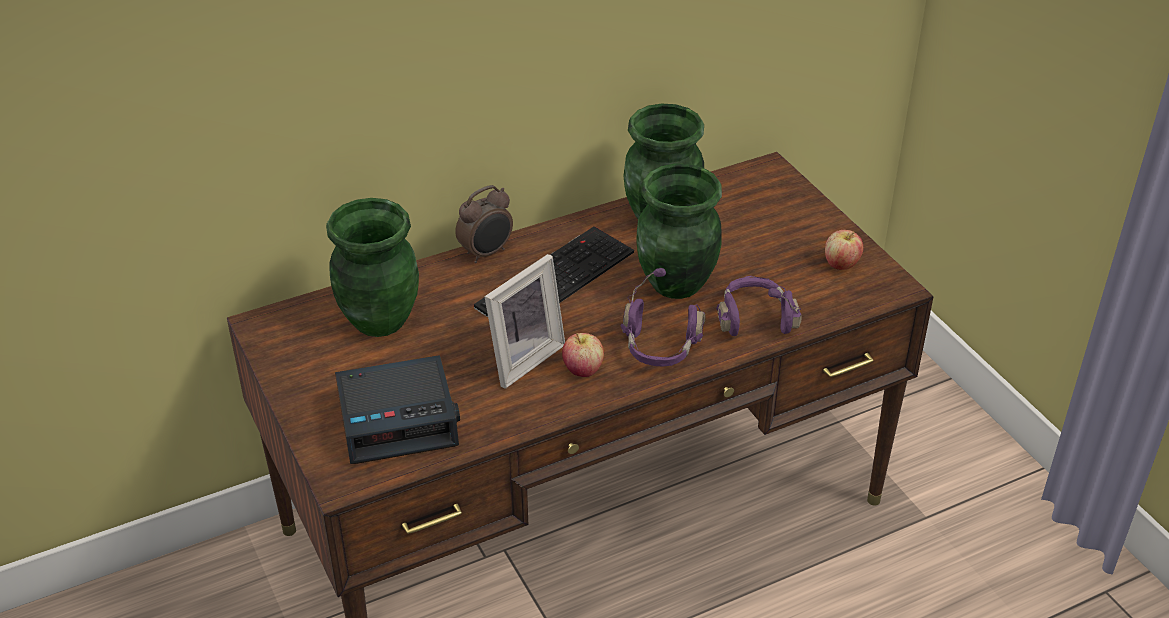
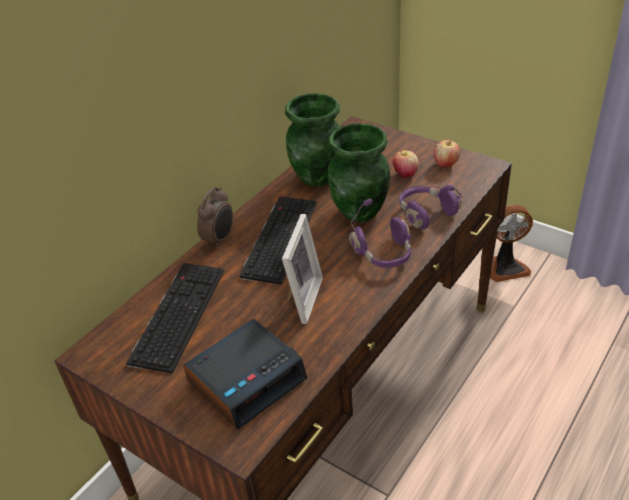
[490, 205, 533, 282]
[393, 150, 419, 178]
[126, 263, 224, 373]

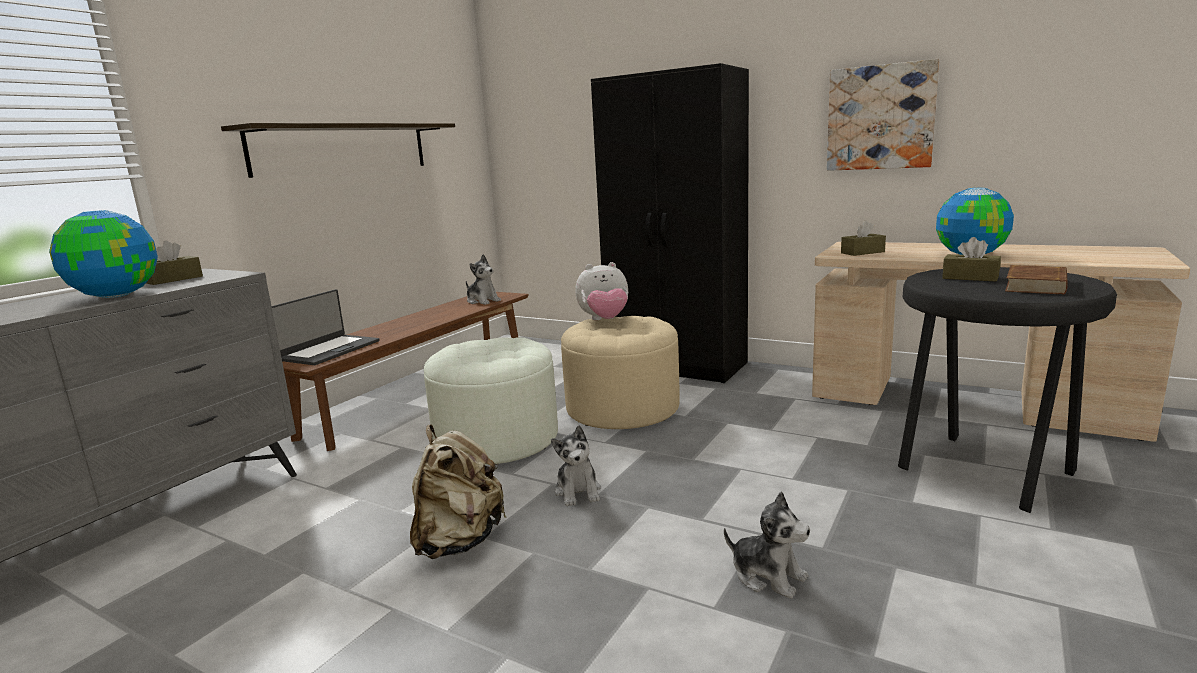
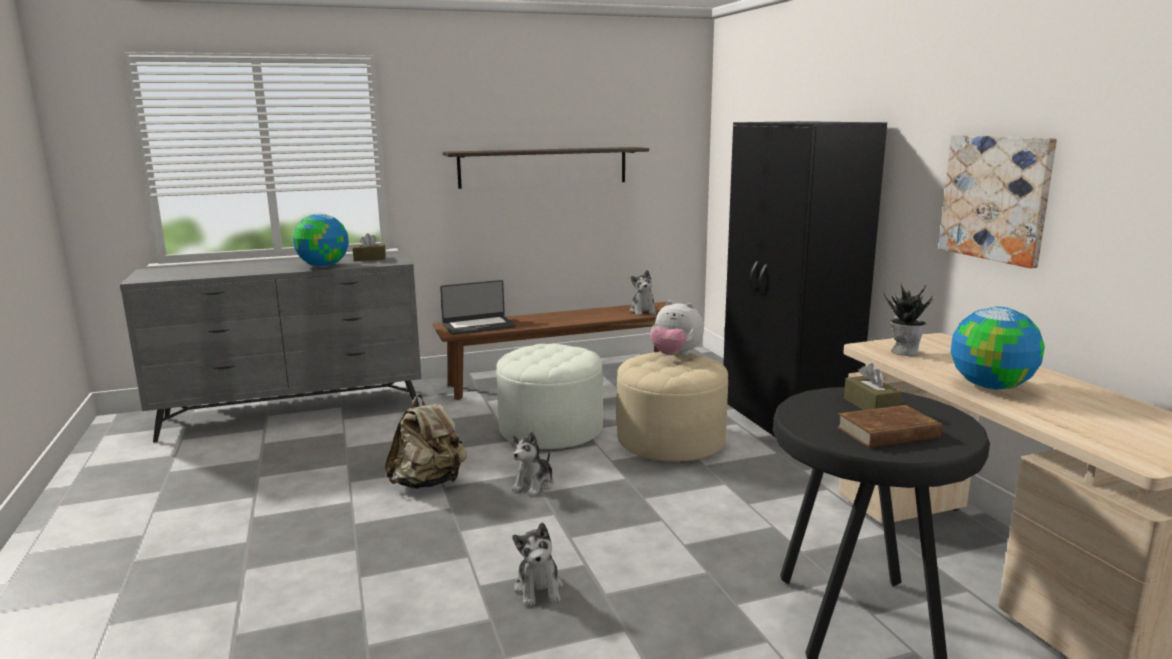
[884, 283, 933, 356]

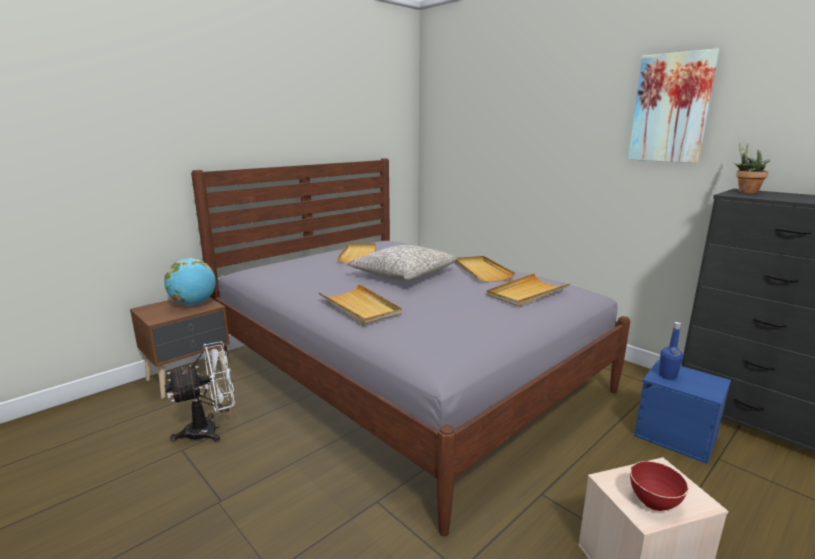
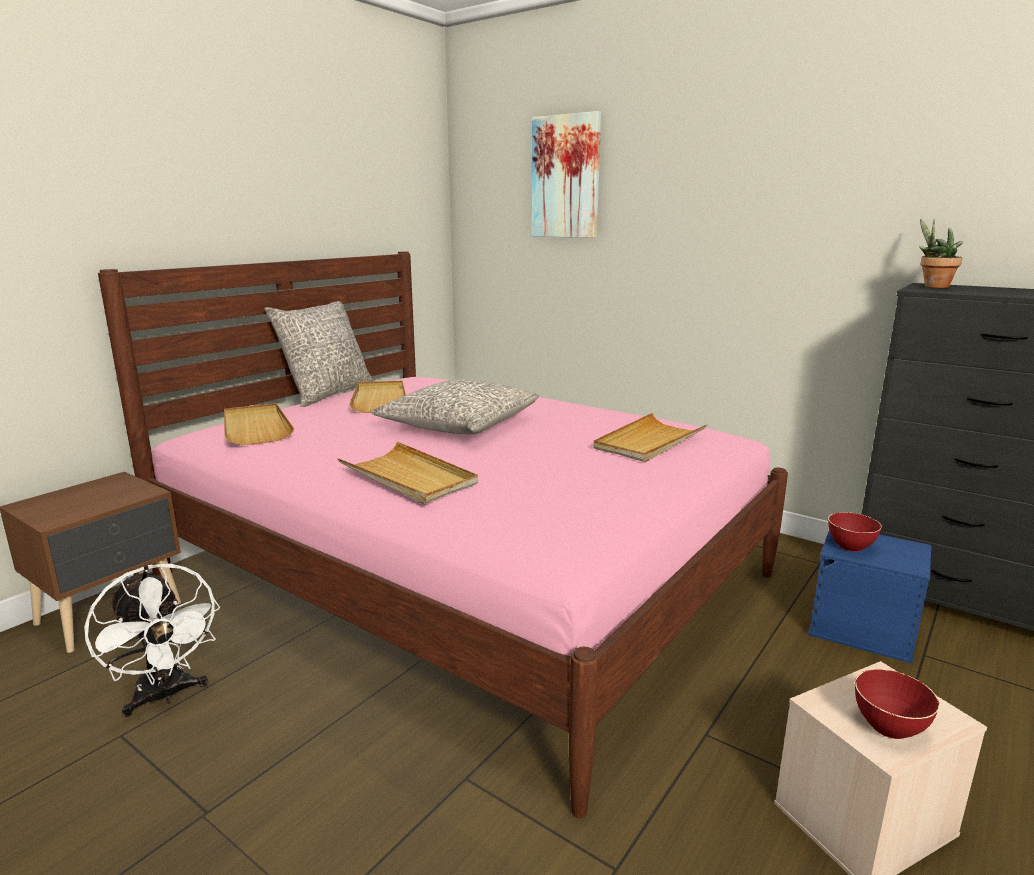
[164, 258, 216, 306] (first image)
[265, 301, 373, 407]
[224, 403, 294, 445]
[531, 111, 601, 238]
[828, 512, 882, 552]
[98, 251, 788, 818]
[84, 564, 220, 717]

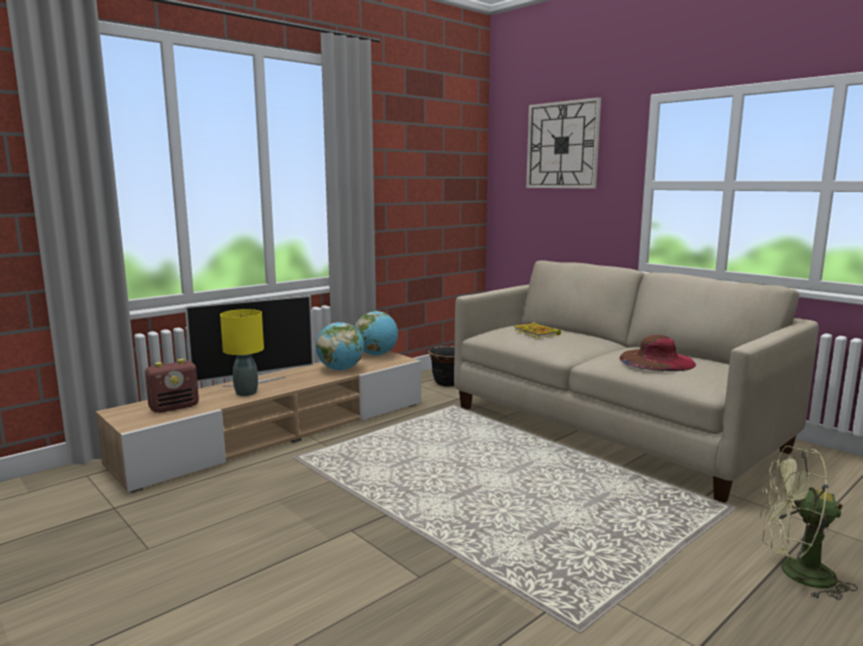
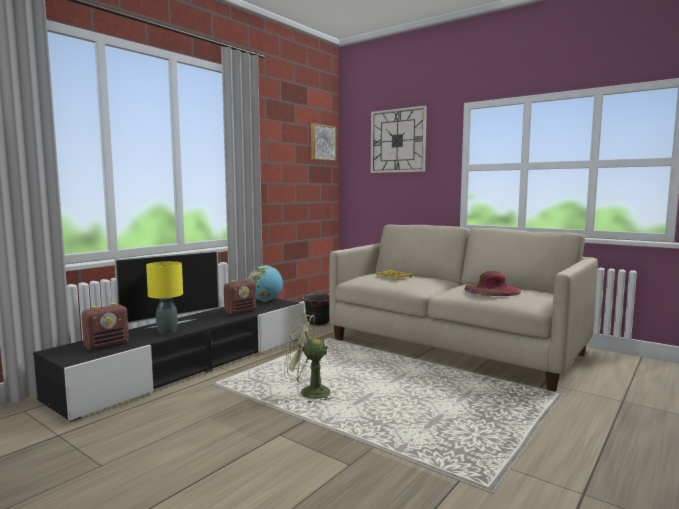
[311, 123, 336, 161]
[284, 314, 334, 403]
[224, 279, 256, 315]
[33, 298, 303, 422]

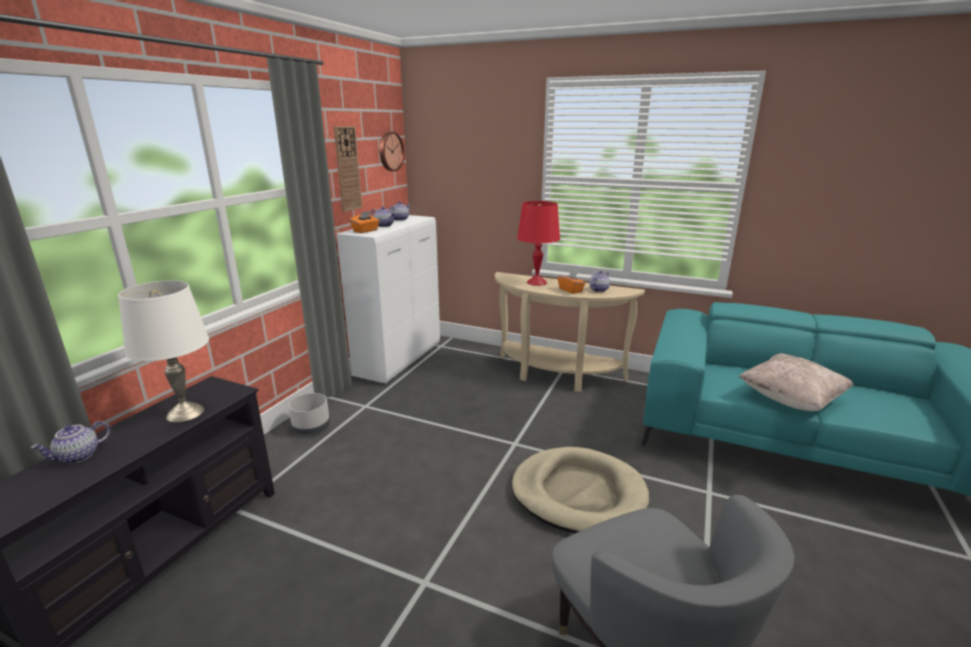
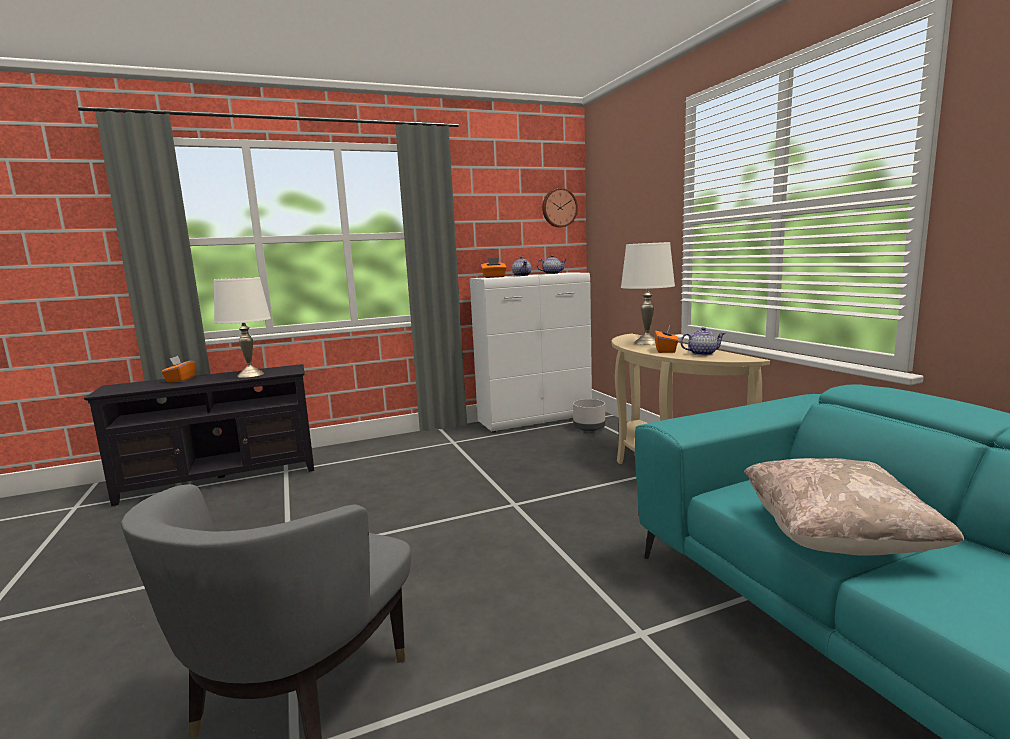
[334, 126, 362, 212] (first image)
[512, 447, 649, 533] (first image)
[573, 399, 605, 431]
[161, 356, 195, 382]
[621, 242, 675, 345]

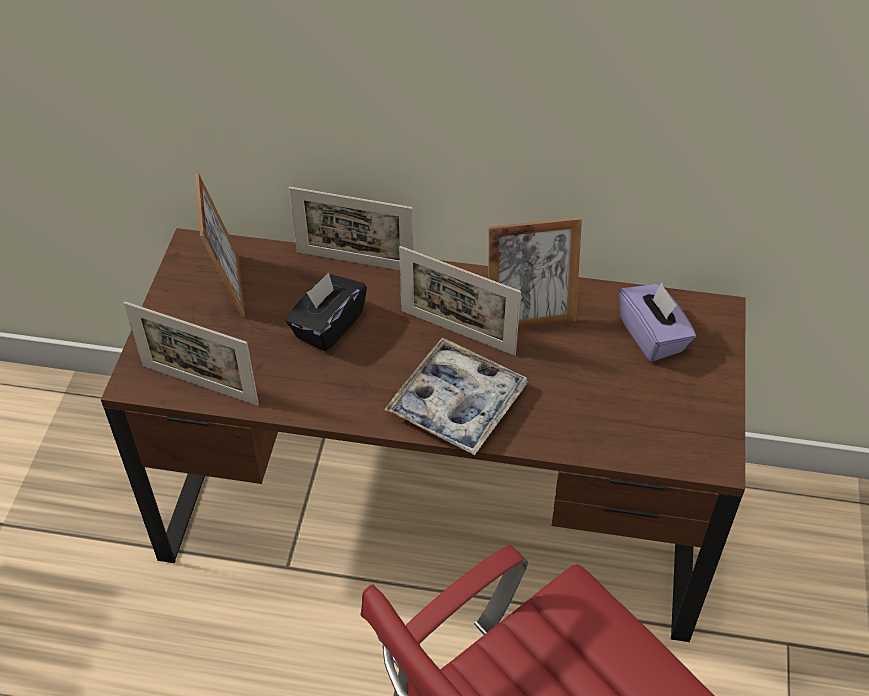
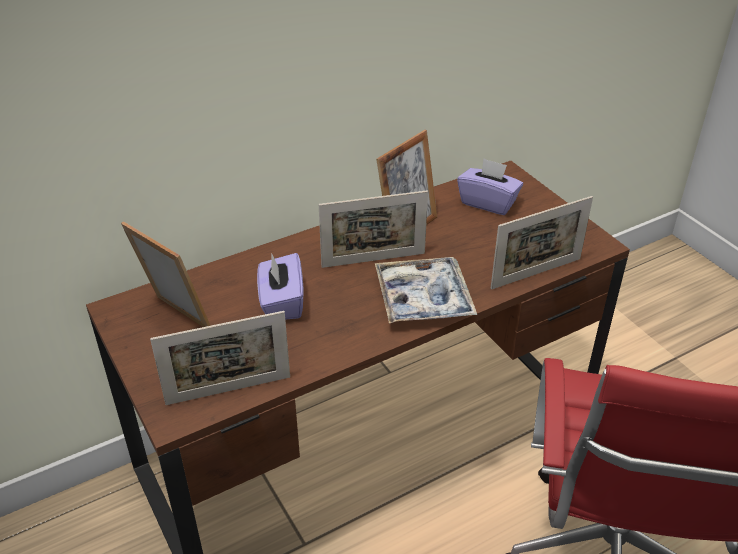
[490, 196, 593, 290]
[257, 253, 304, 320]

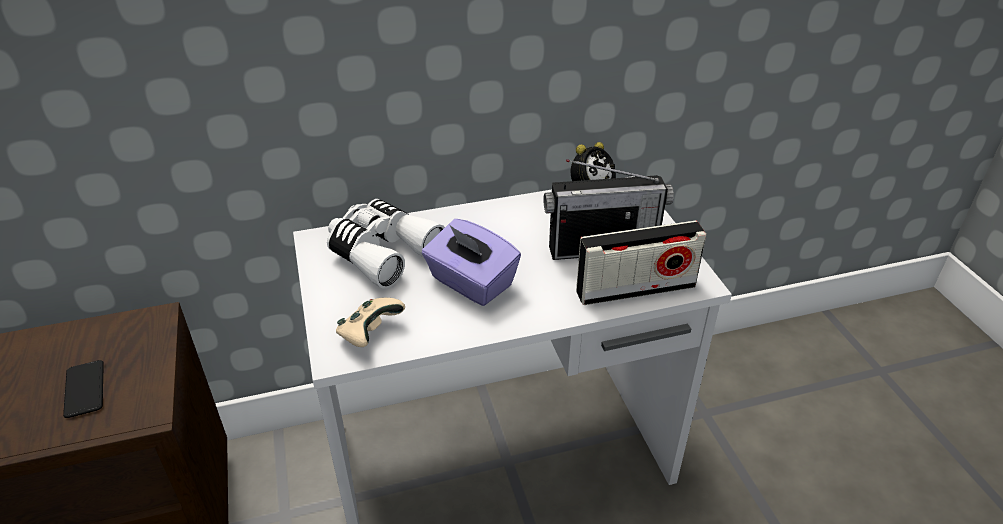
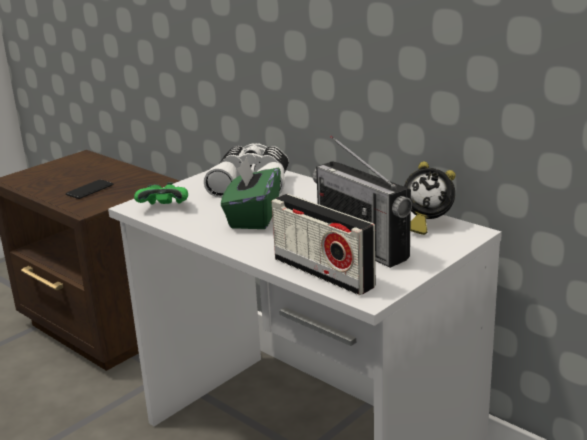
[134, 182, 188, 204]
[221, 157, 281, 229]

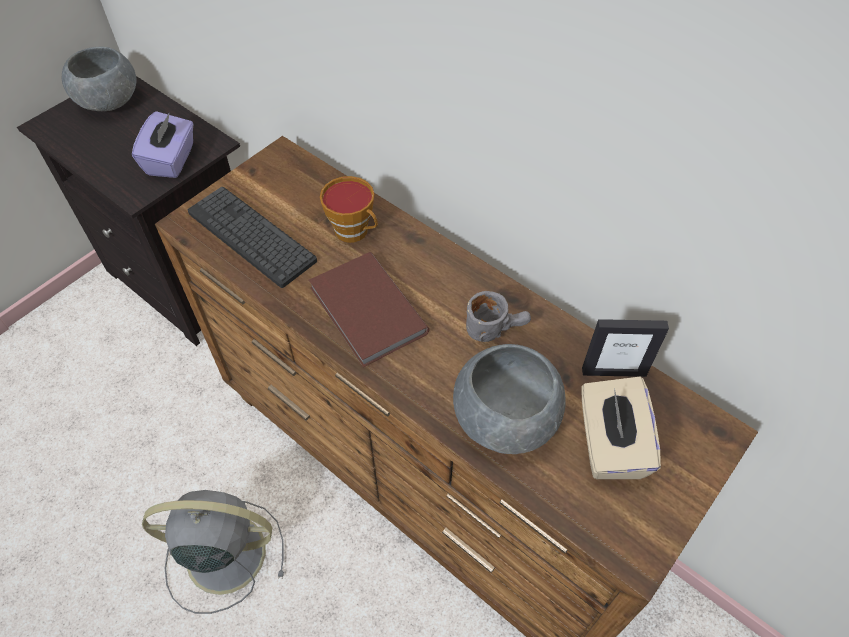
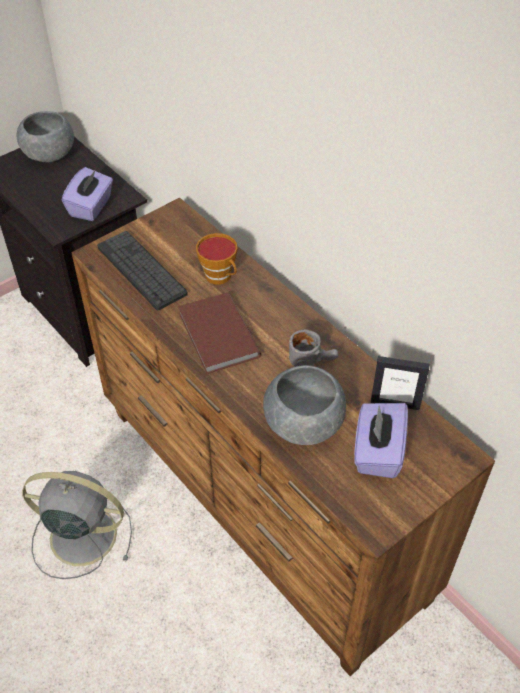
[354, 403, 408, 478]

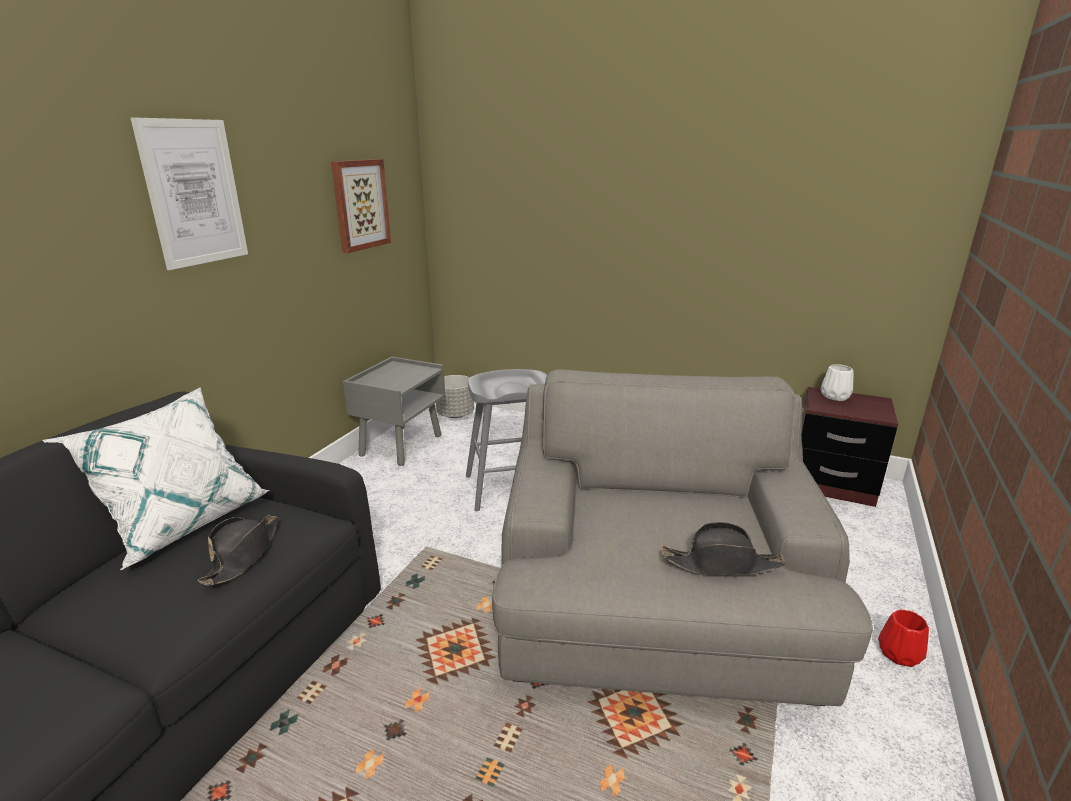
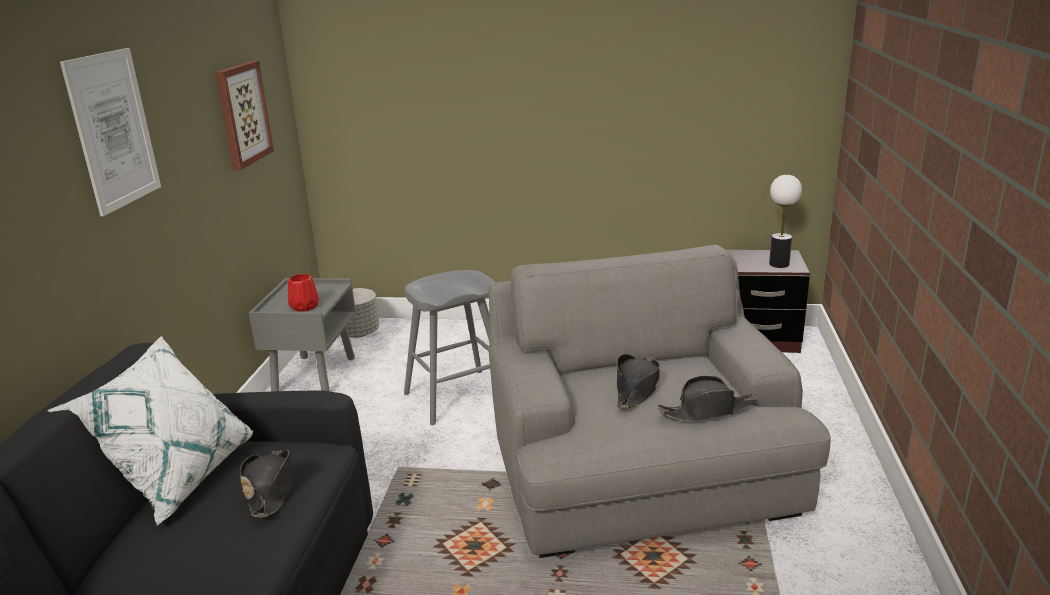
[821, 364, 854, 401] (first image)
[617, 354, 660, 409]
[769, 175, 802, 268]
[288, 274, 319, 312]

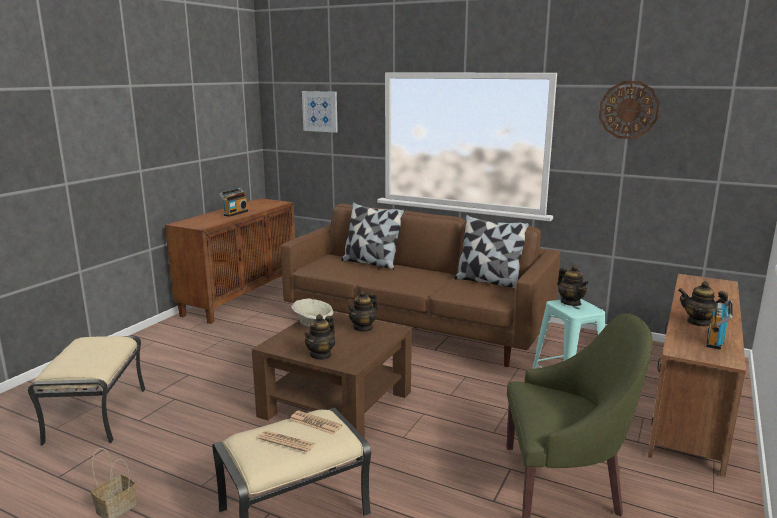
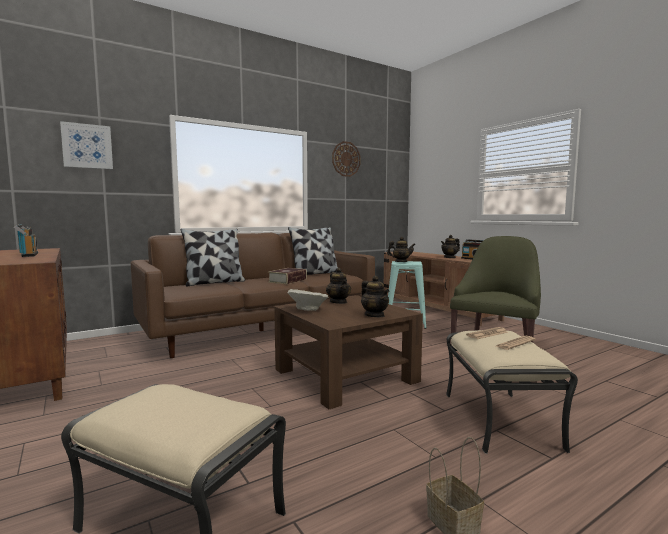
[268, 268, 307, 284]

